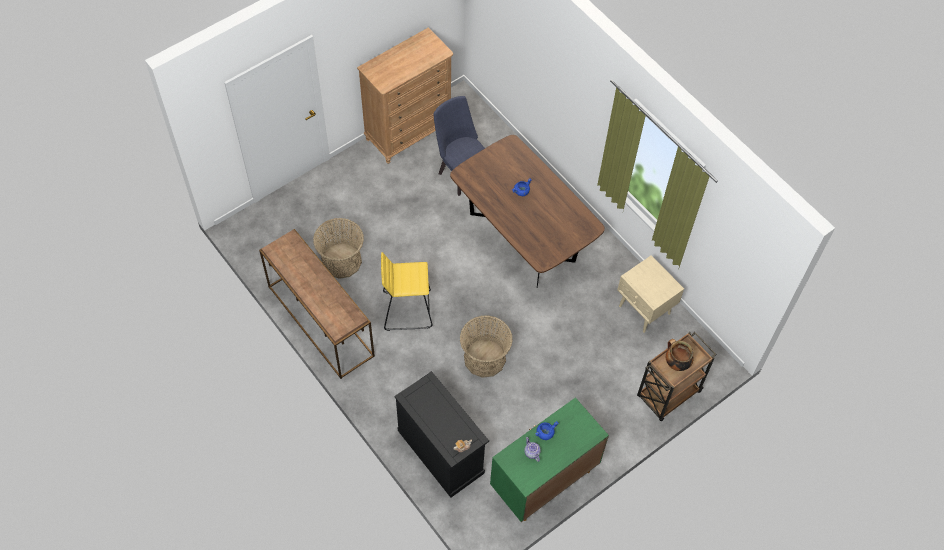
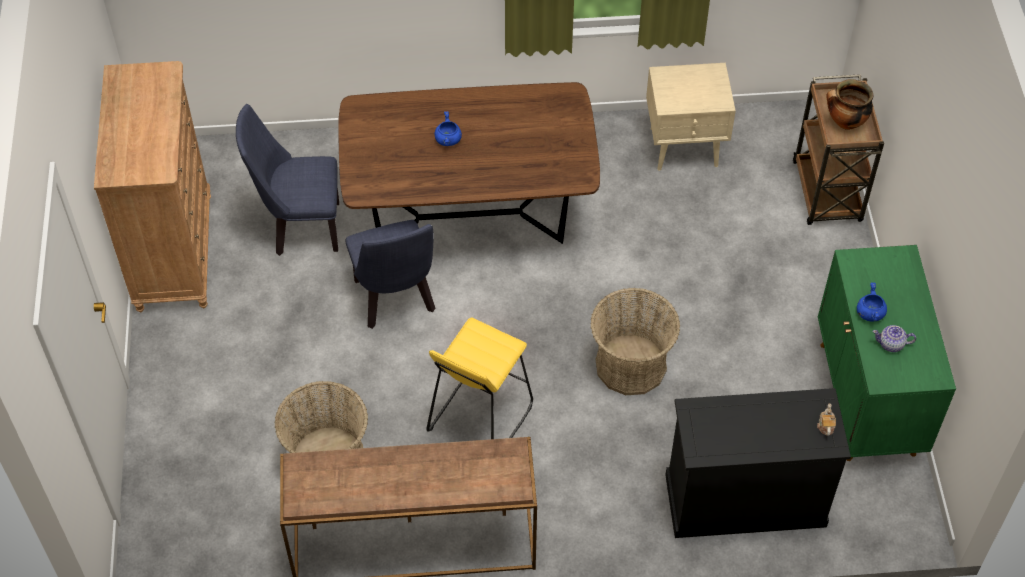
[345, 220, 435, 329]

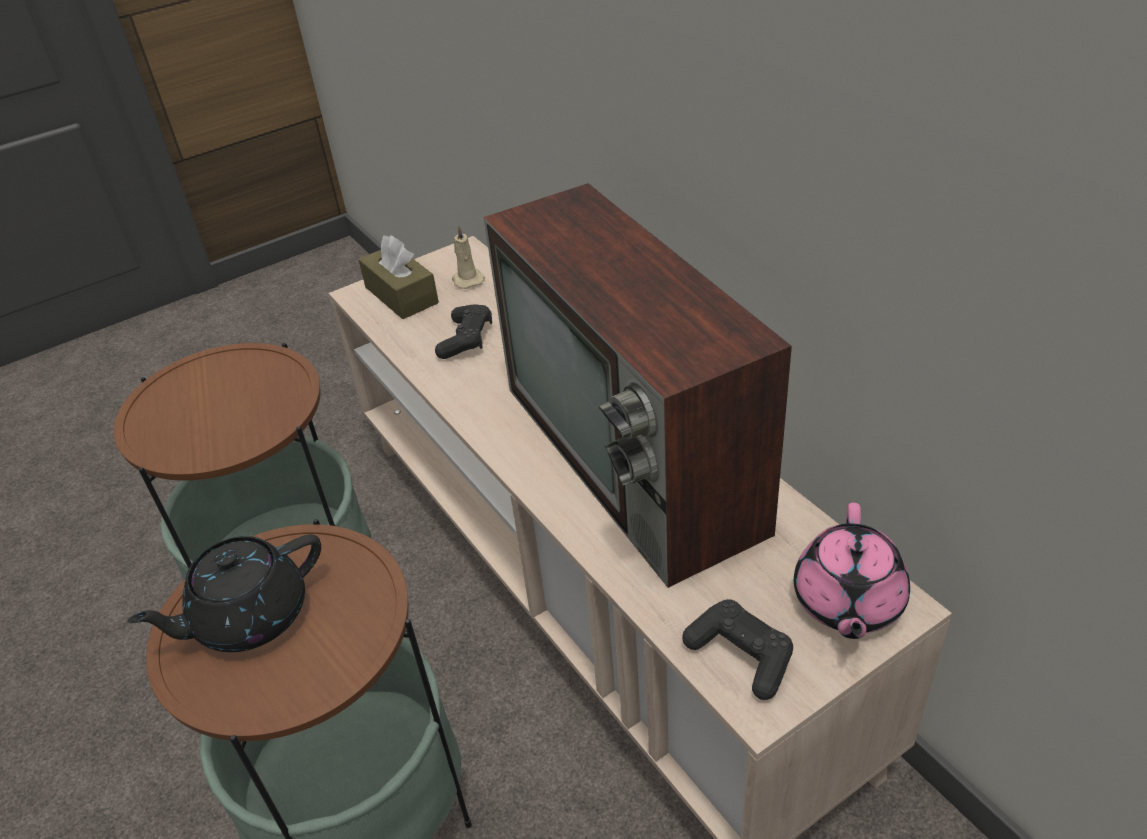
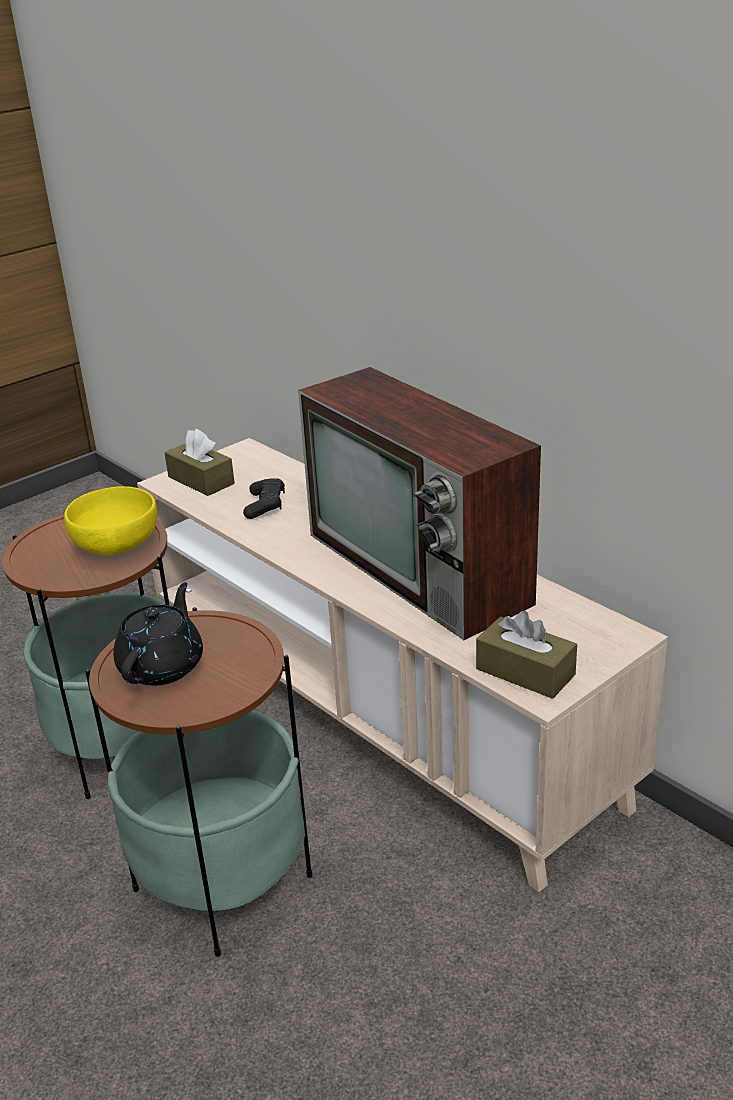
[452, 226, 485, 289] (first image)
[794, 503, 910, 639] (first image)
[64, 486, 157, 556]
[476, 611, 577, 699]
[113, 582, 203, 685]

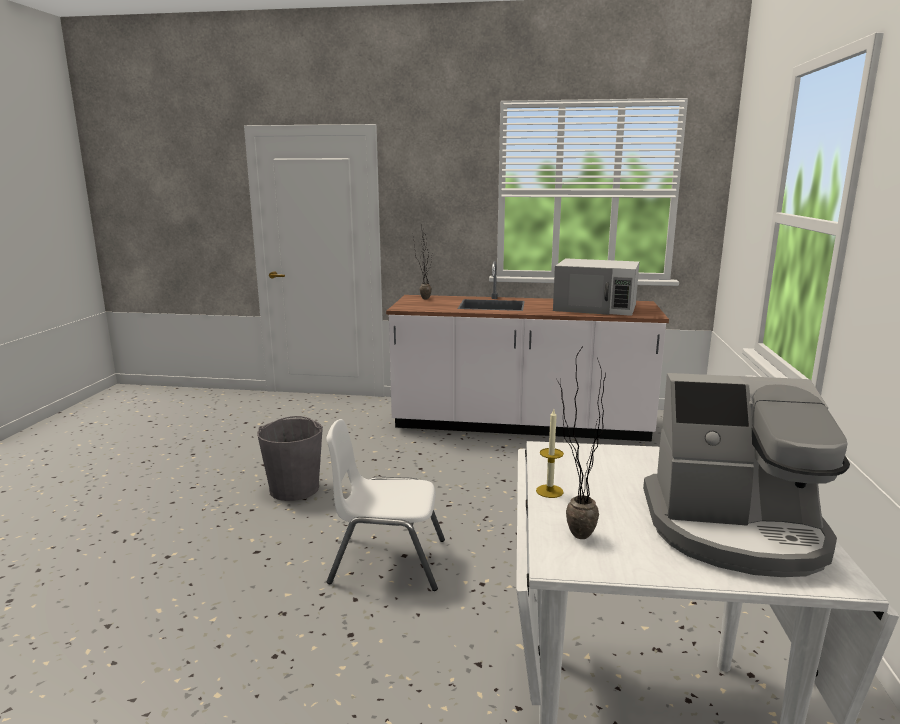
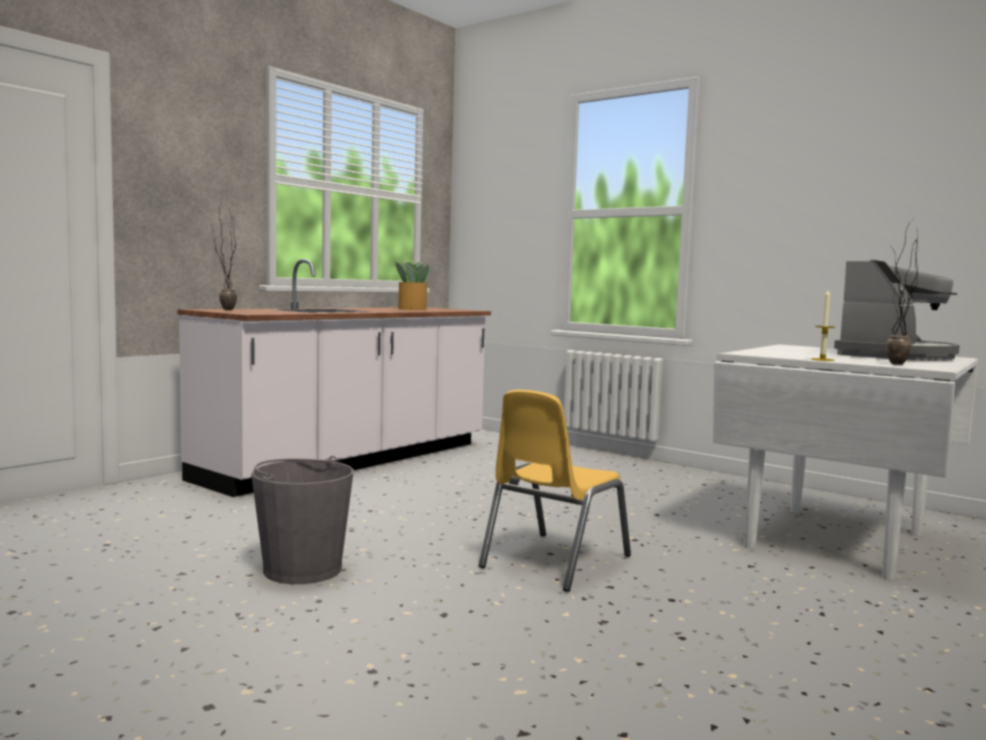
[395, 262, 429, 310]
[479, 390, 631, 592]

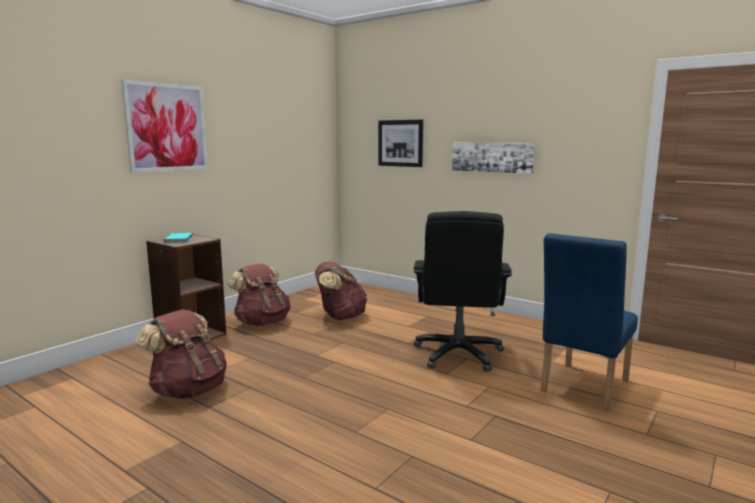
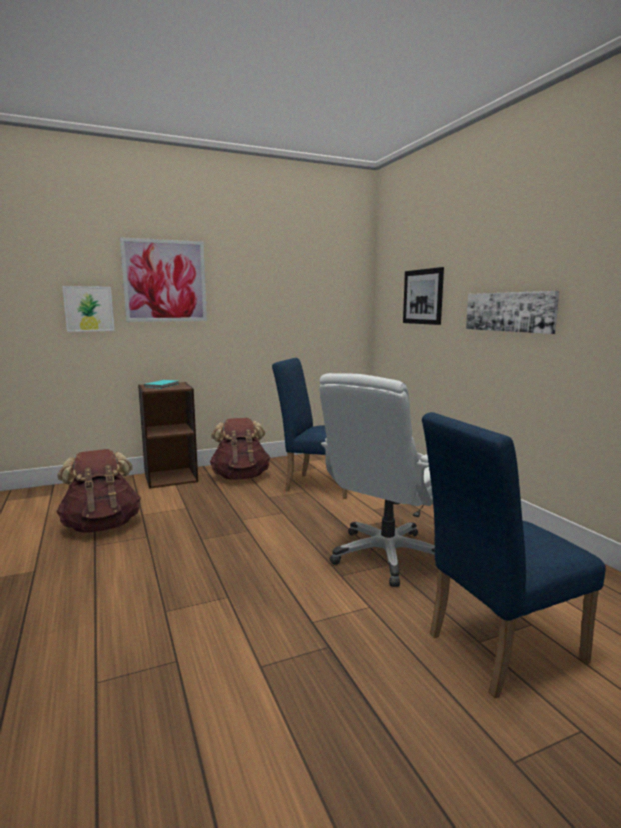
[62, 286, 114, 332]
[272, 358, 347, 499]
[319, 373, 435, 587]

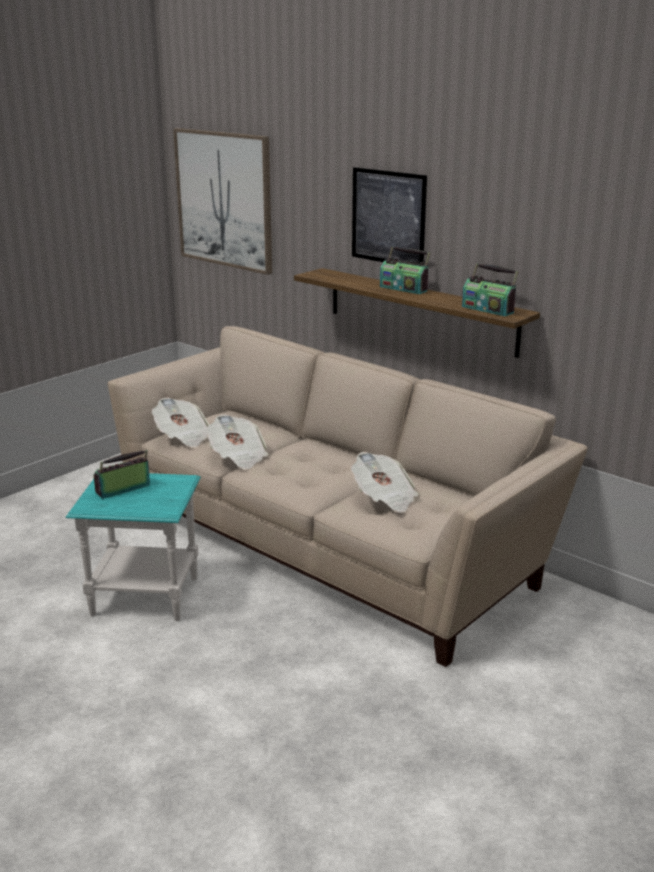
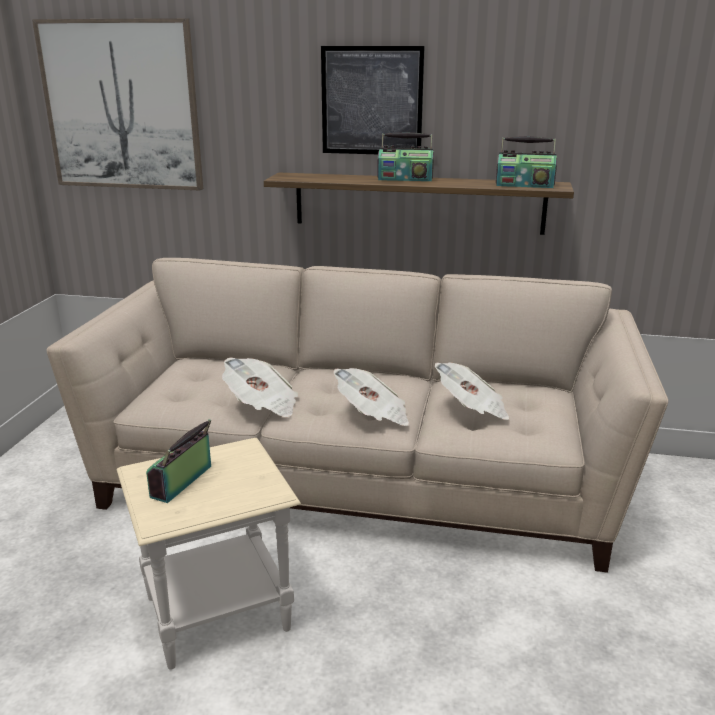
[333, 368, 409, 426]
[117, 438, 301, 670]

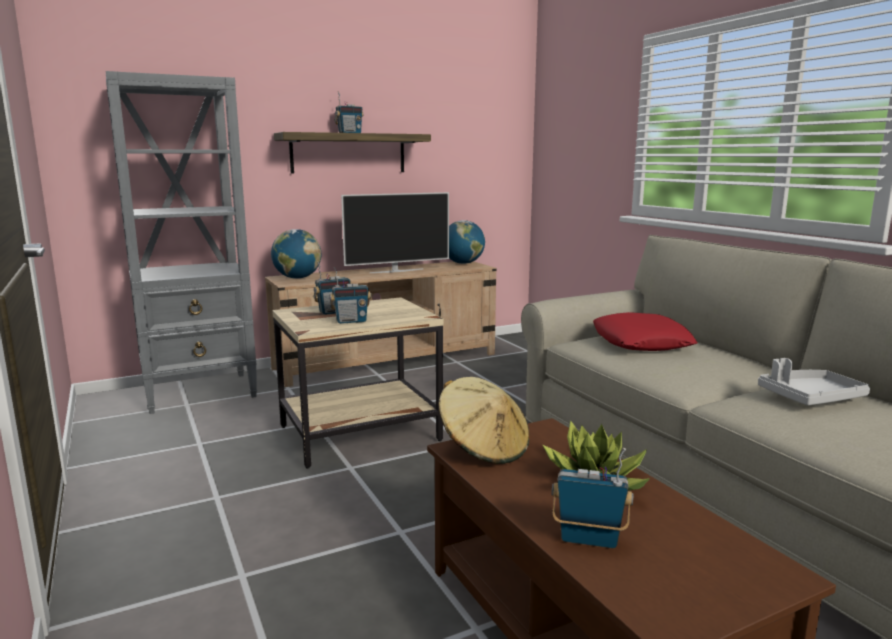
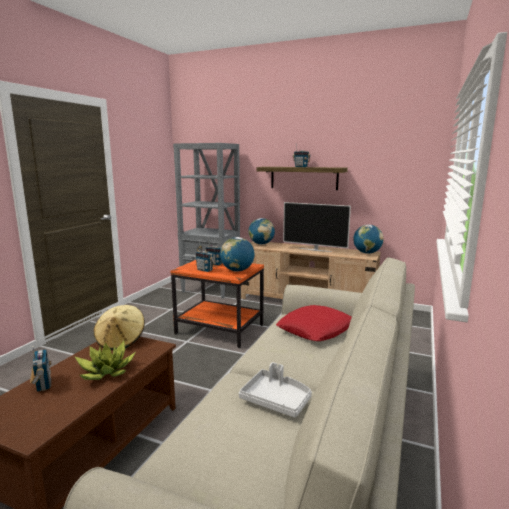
[220, 237, 254, 272]
[171, 260, 264, 348]

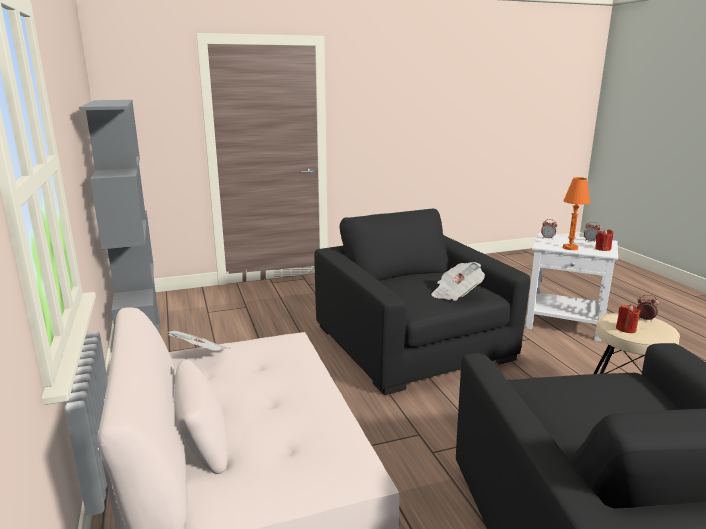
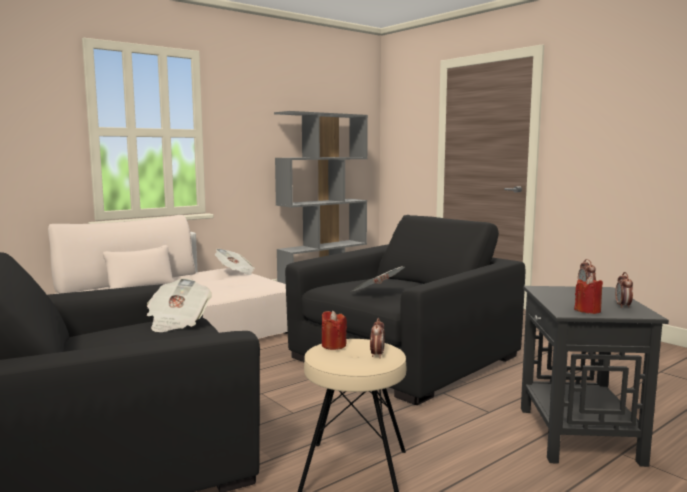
[563, 177, 590, 250] (first image)
[146, 278, 212, 332]
[521, 286, 669, 467]

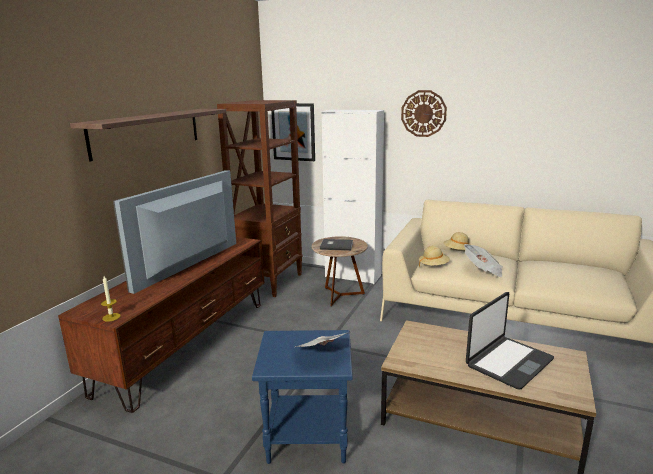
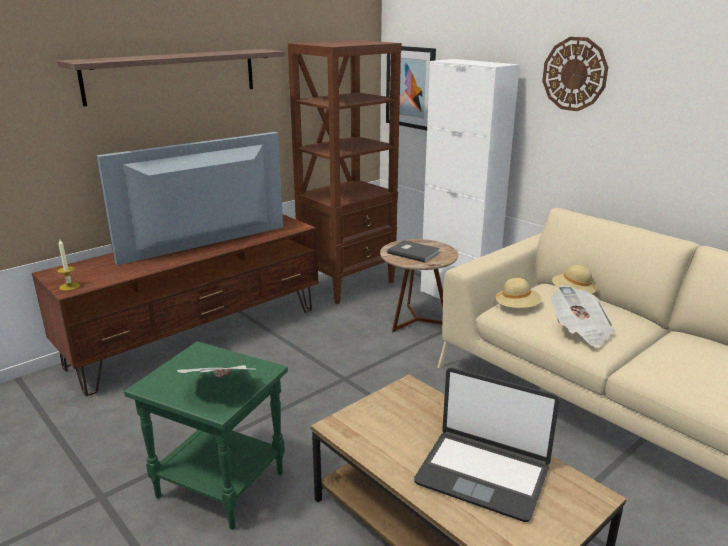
[124, 341, 288, 530]
[414, 368, 559, 522]

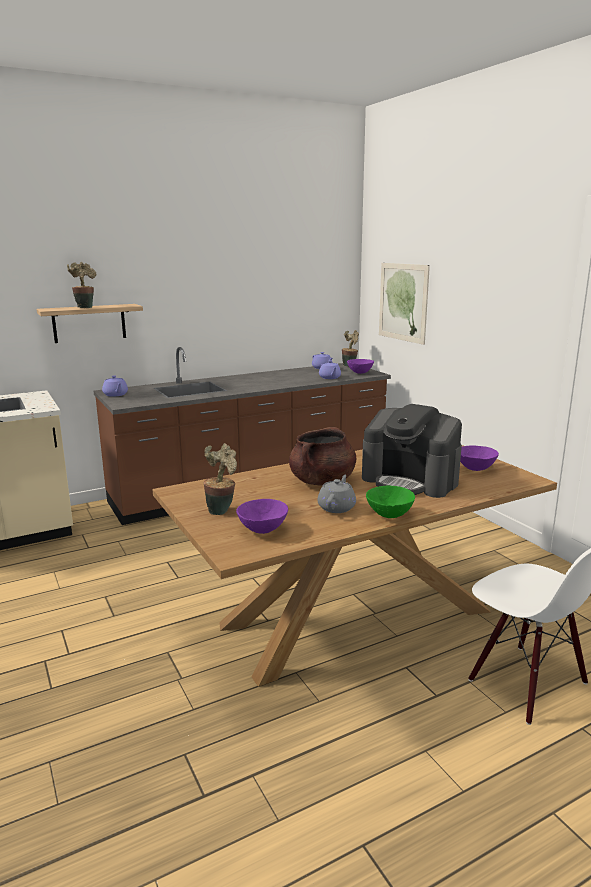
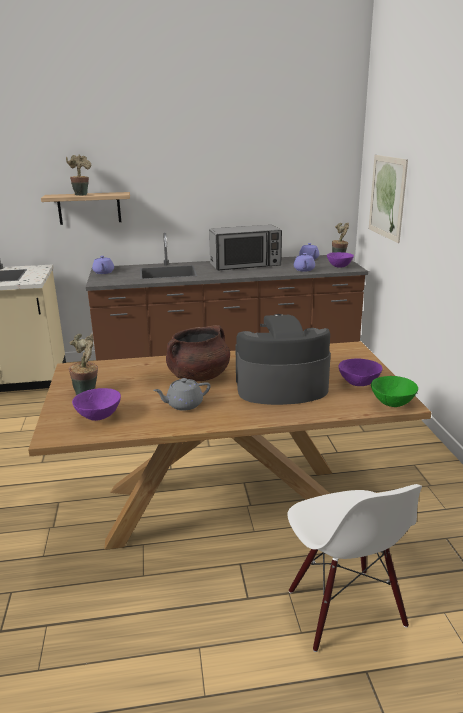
[209, 225, 282, 271]
[371, 376, 418, 407]
[153, 378, 211, 411]
[235, 314, 331, 405]

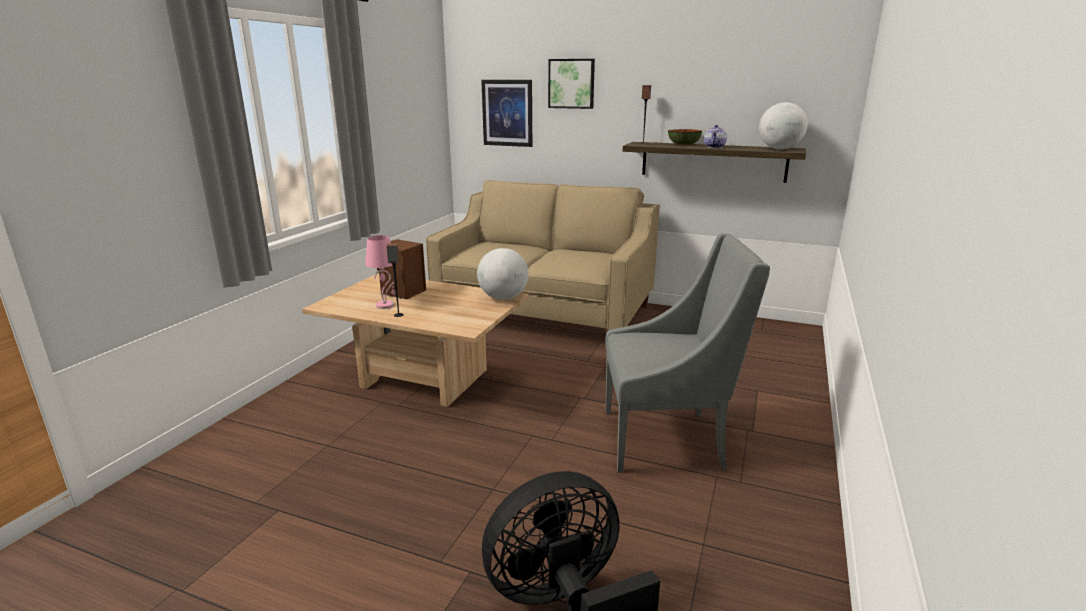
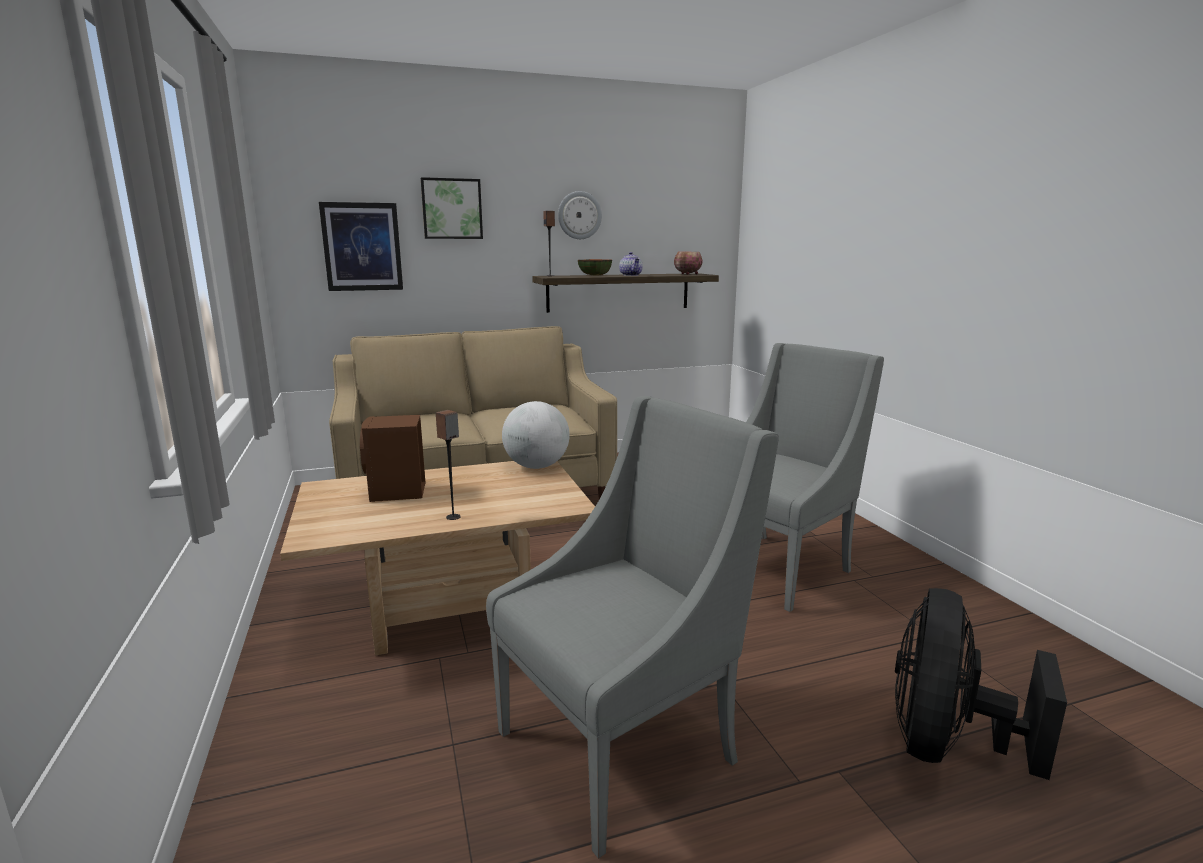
[365, 235, 395, 309] (first image)
[486, 396, 779, 859]
[558, 191, 602, 239]
[674, 252, 702, 275]

